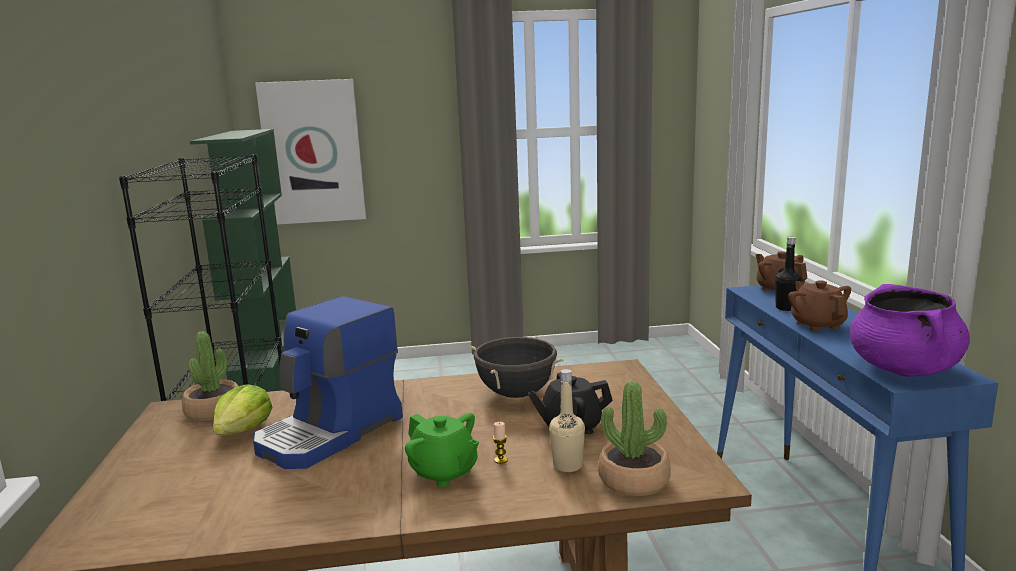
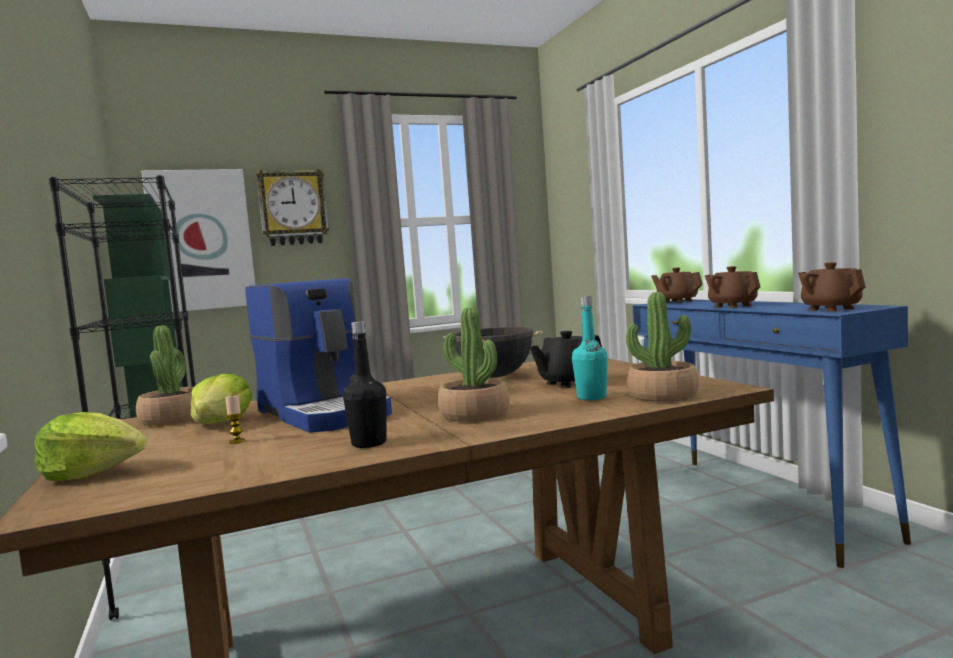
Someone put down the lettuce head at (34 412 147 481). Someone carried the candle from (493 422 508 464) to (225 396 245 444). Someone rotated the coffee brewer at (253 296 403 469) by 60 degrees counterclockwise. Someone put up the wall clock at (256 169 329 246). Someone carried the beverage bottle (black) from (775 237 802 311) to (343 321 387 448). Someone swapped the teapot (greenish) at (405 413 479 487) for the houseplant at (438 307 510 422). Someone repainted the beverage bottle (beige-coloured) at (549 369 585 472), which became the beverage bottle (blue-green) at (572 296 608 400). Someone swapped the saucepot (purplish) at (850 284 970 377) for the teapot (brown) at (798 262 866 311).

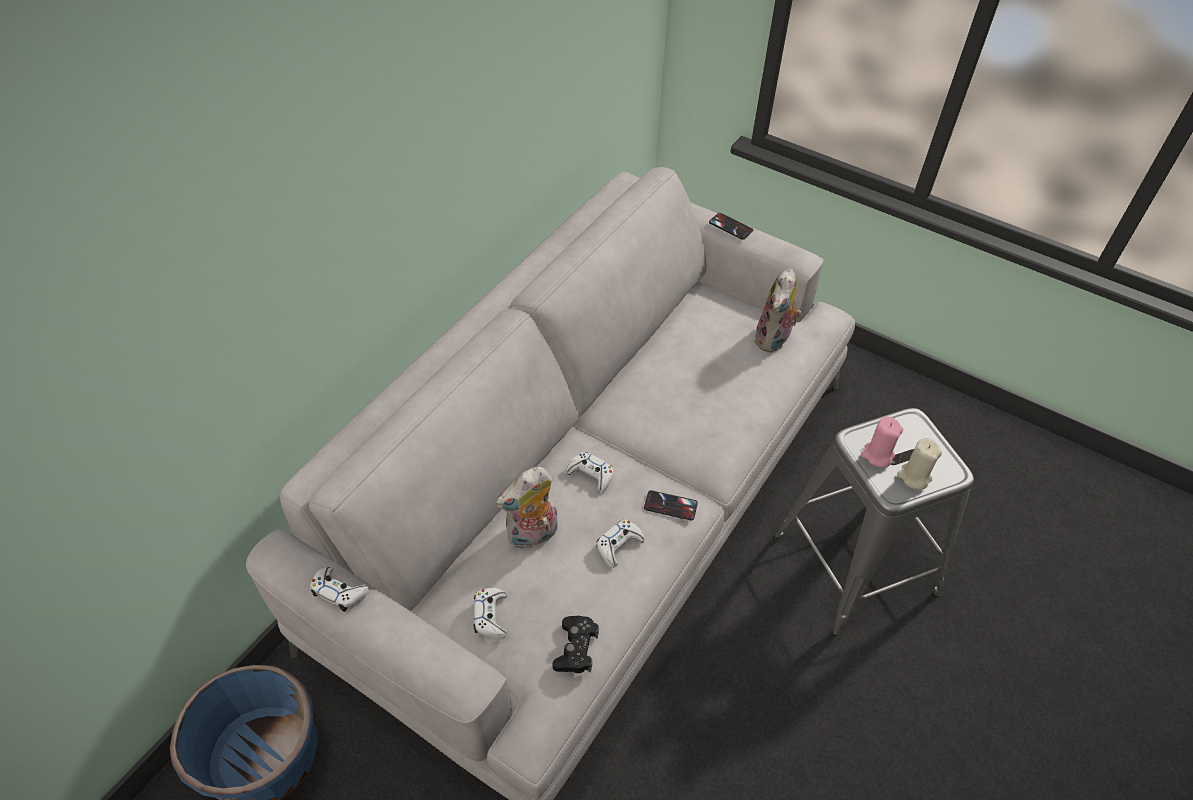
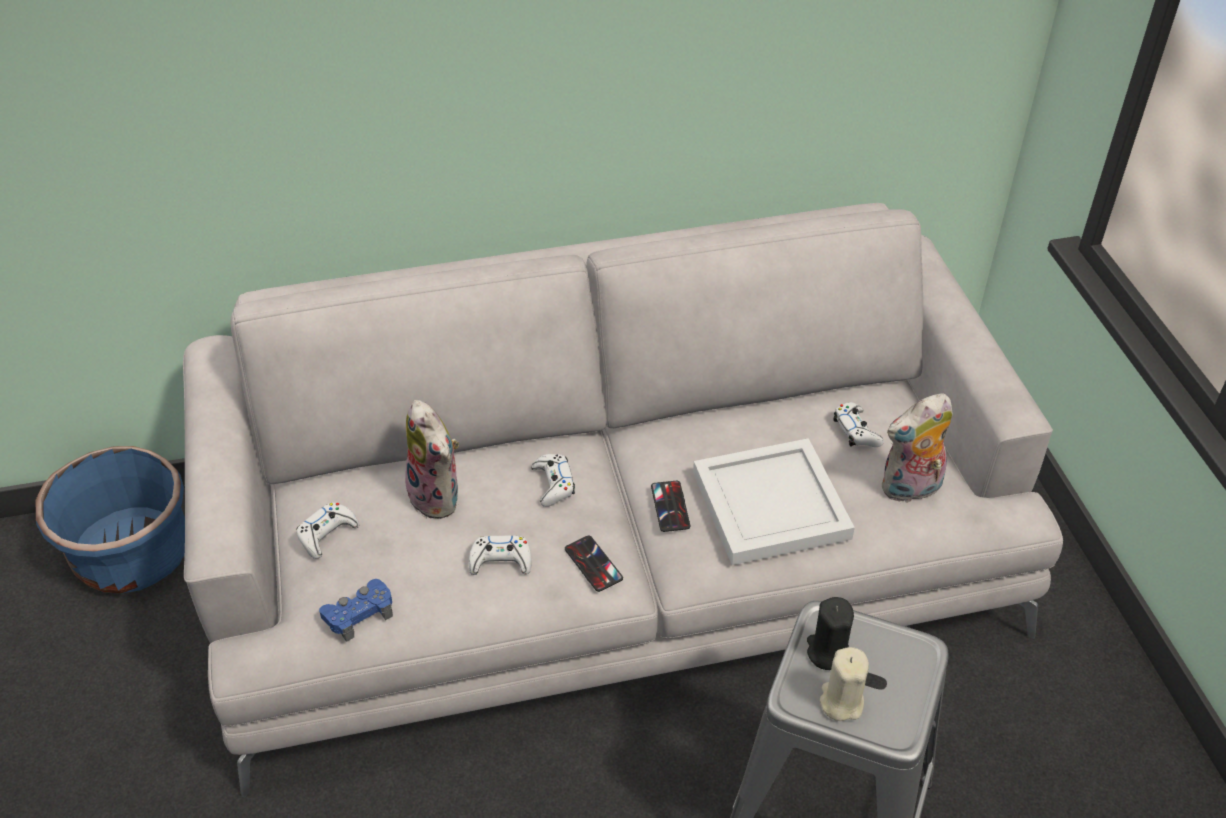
Someone repainted the game controller (black) at (553 616 599 673), which became the game controller (blue) at (319 579 393 642). Someone rotated the soft toy at (496 467 558 549) by 135 degrees counterclockwise. Someone carried the handset from (709 213 753 240) to (651 481 690 532). Someone put down the serving tray (whitish) at (693 438 855 565). Someone repainted the candle (pink-coloured) at (861 416 903 468), which became the candle (black) at (807 597 854 670). Someone carried the game controller (whitish) from (310 567 369 612) to (833 402 884 447).

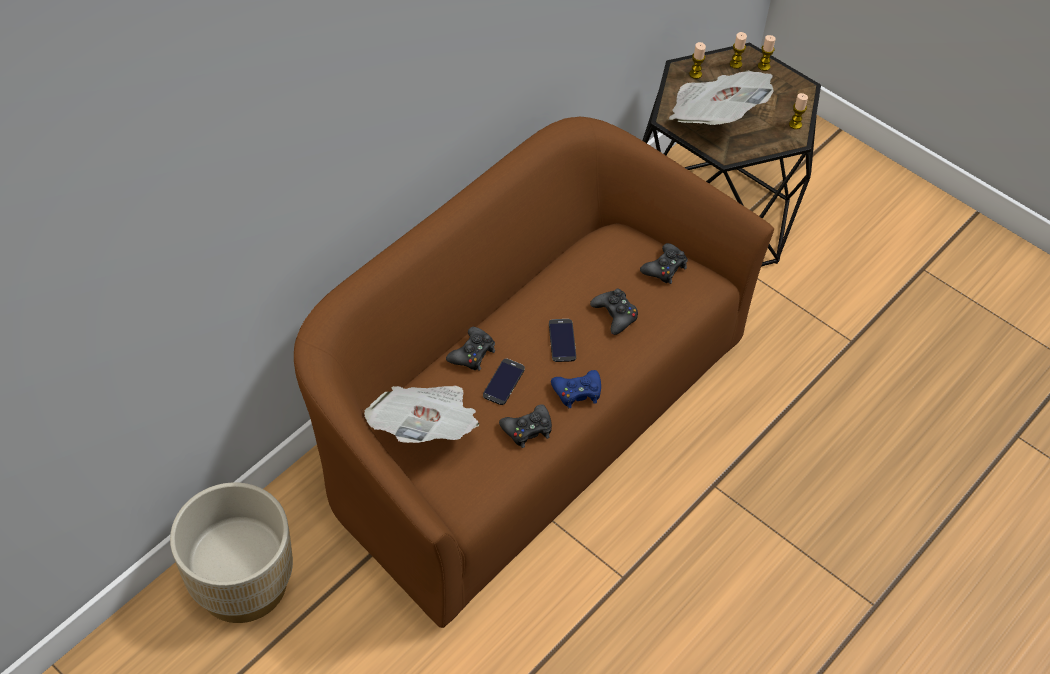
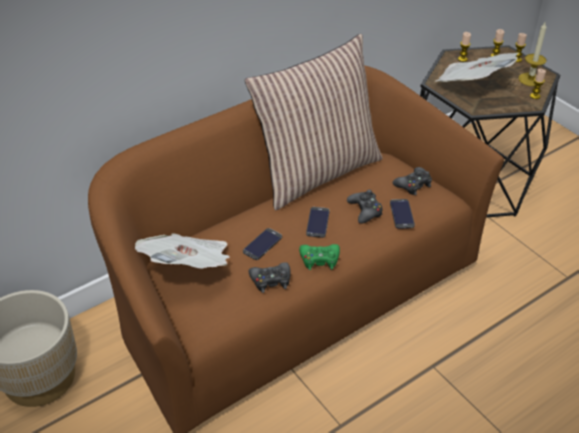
Someone put down the pillow at (245 34 383 210). Someone repainted the game controller (blue) at (551 370 601 408), which became the game controller (greenish) at (299 244 340 270). Someone put down the handset at (390 199 415 229). Someone put down the candle at (519 22 546 87). Someone took away the game controller (black) at (446 327 495 371).

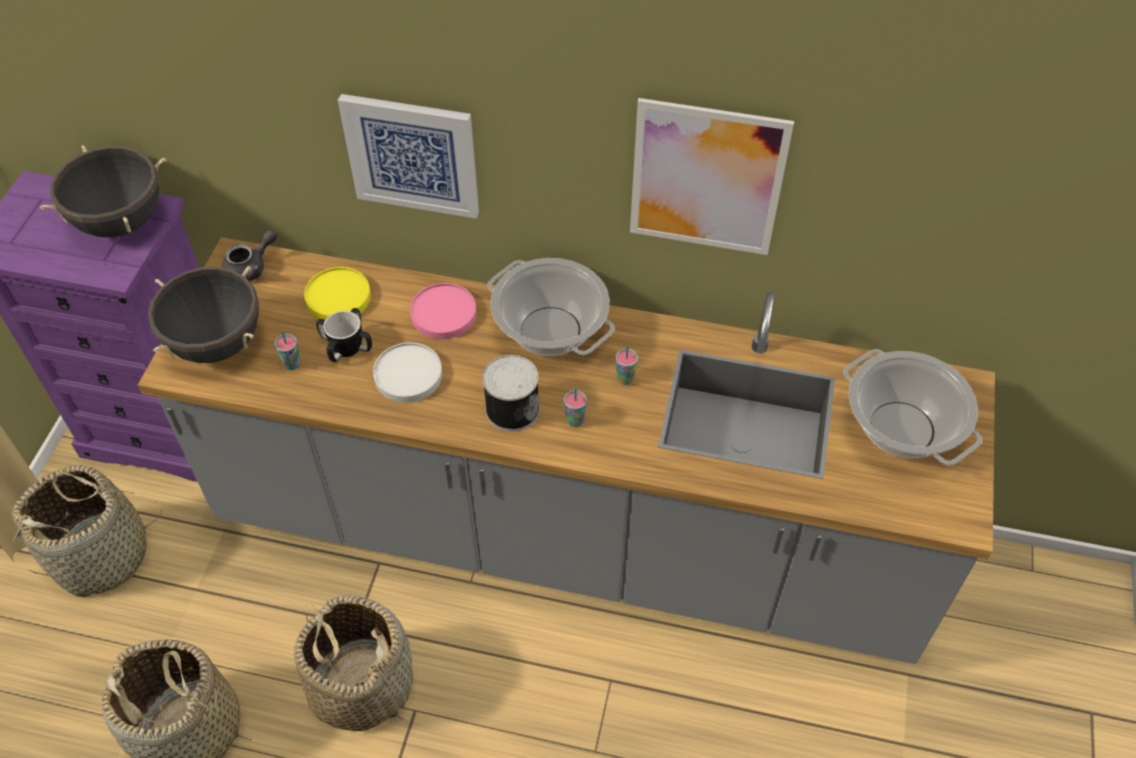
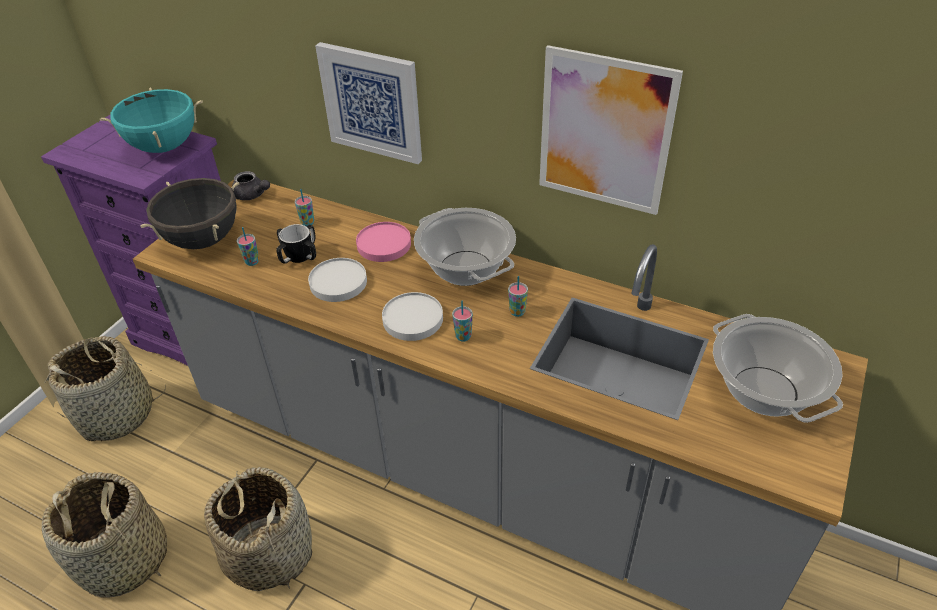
Someone repainted the saucepot (black) at (40 145 166 237), which became the saucepot (blue-green) at (100 88 203 153). Someone rotated the teapot (greyish) at (222 229 277 282) by 60 degrees clockwise. Someone swapped the dinner plate (yellow) at (304 267 371 320) for the cup at (295 189 314 226). Someone swapped the metal can at (483 355 540 432) for the dinner plate (whitish) at (382 292 443 341).

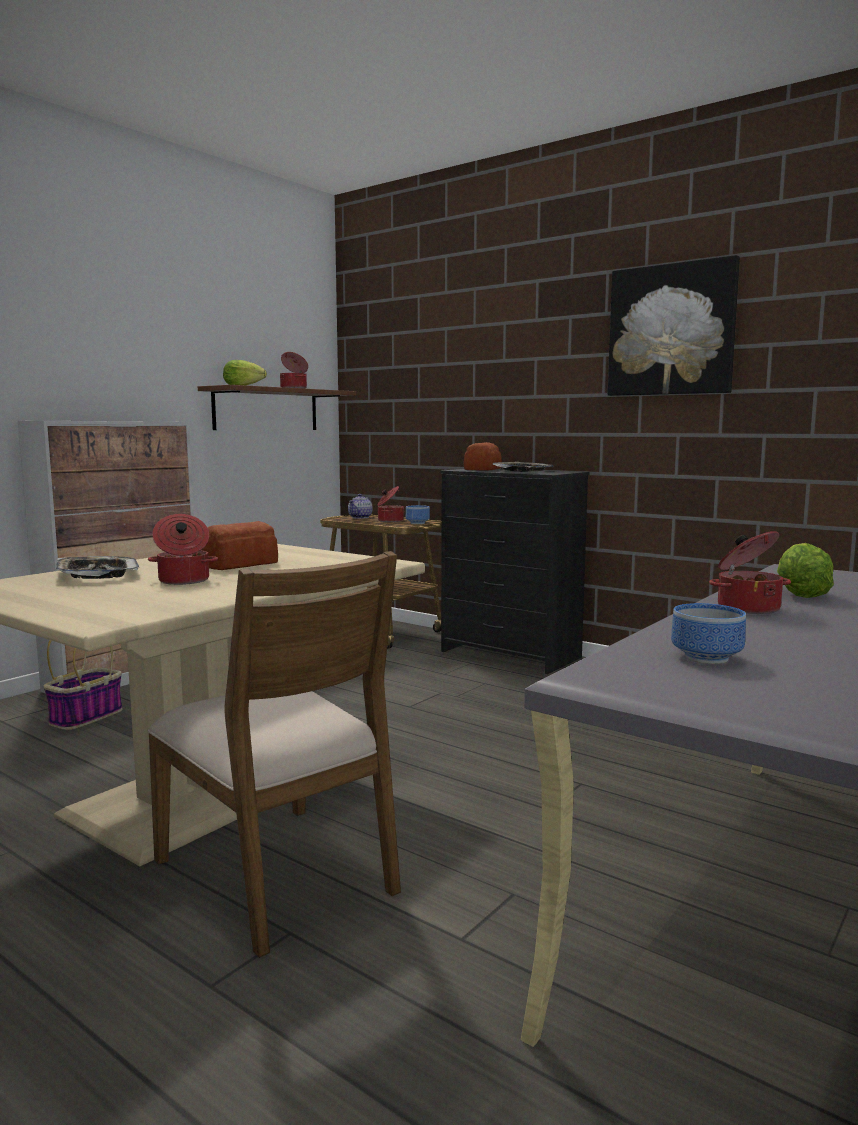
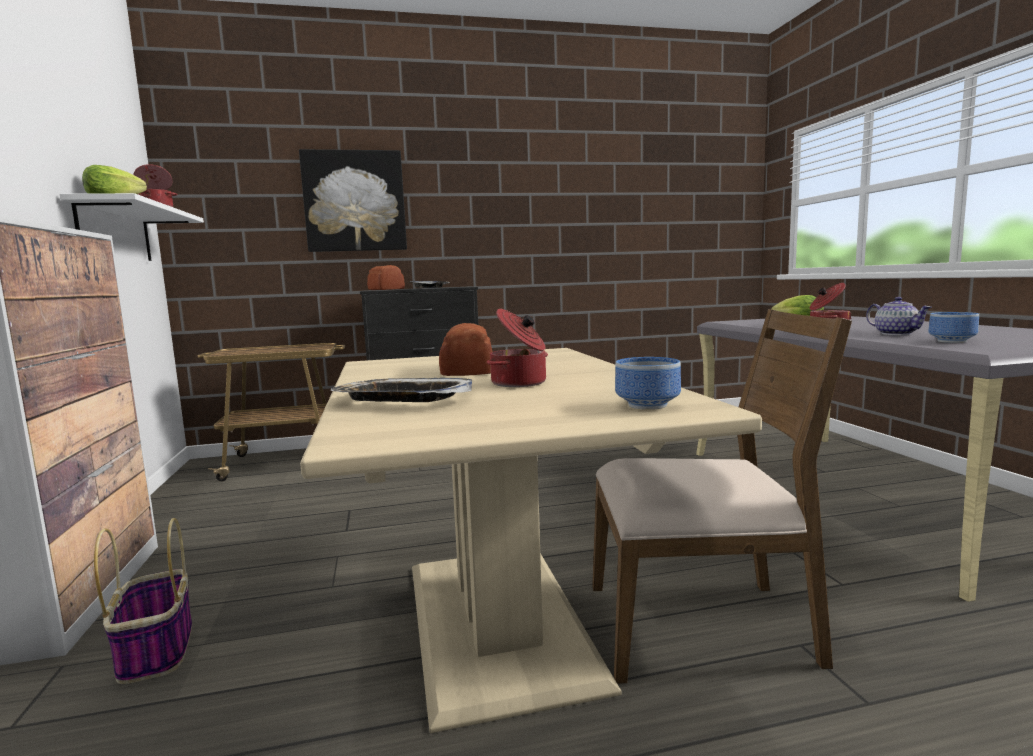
Someone repainted the shelf (brown) at (198 385 356 430), which became the shelf (whitish) at (60 193 204 261). Someone carried the wall art from (608 255 740 396) to (299 149 407 252). Someone carried the bowl from (406 505 430 524) to (615 357 681 410). Someone carried the teapot from (348 494 373 519) to (866 297 932 335). Someone took away the saucepot at (378 486 405 522).

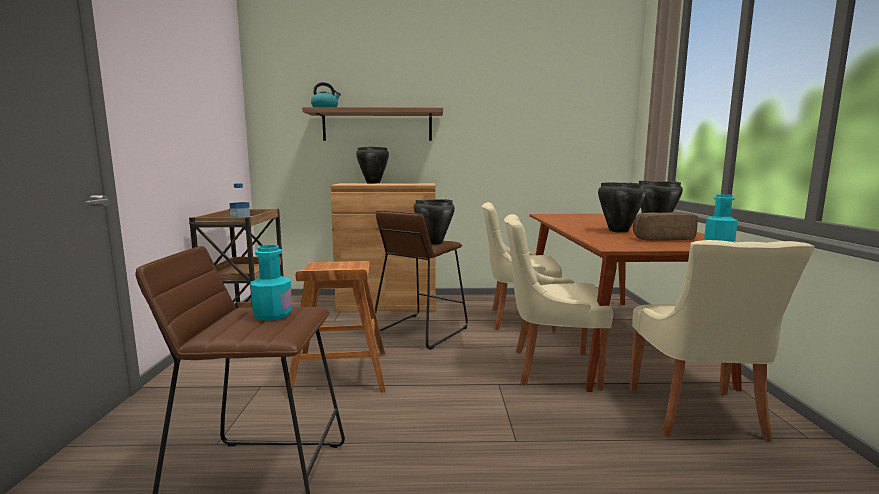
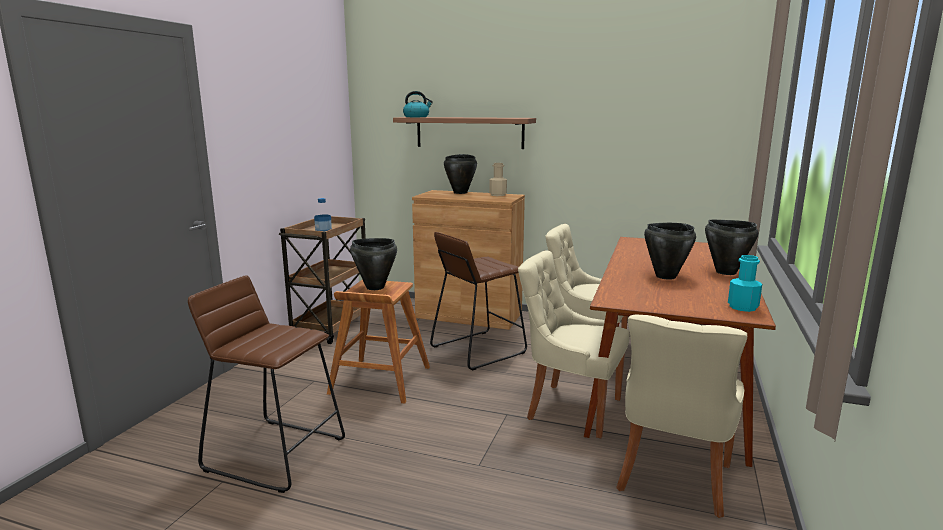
Someone carried the saucepot (black) from (414 199 455 245) to (350 238 397 290). Someone put down the beverage bottle (beige-coloured) at (489 163 507 196). Someone took away the beverage bottle (blue-green) at (250 245 292 321). Someone took away the bakery bread at (633 212 698 241).

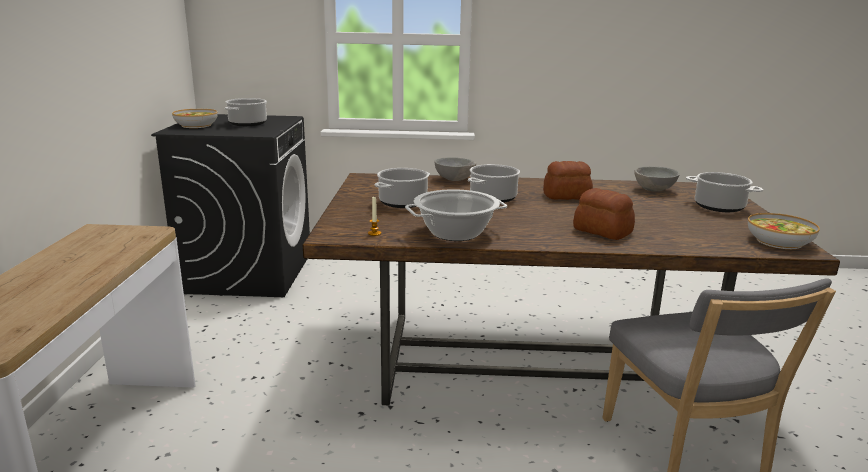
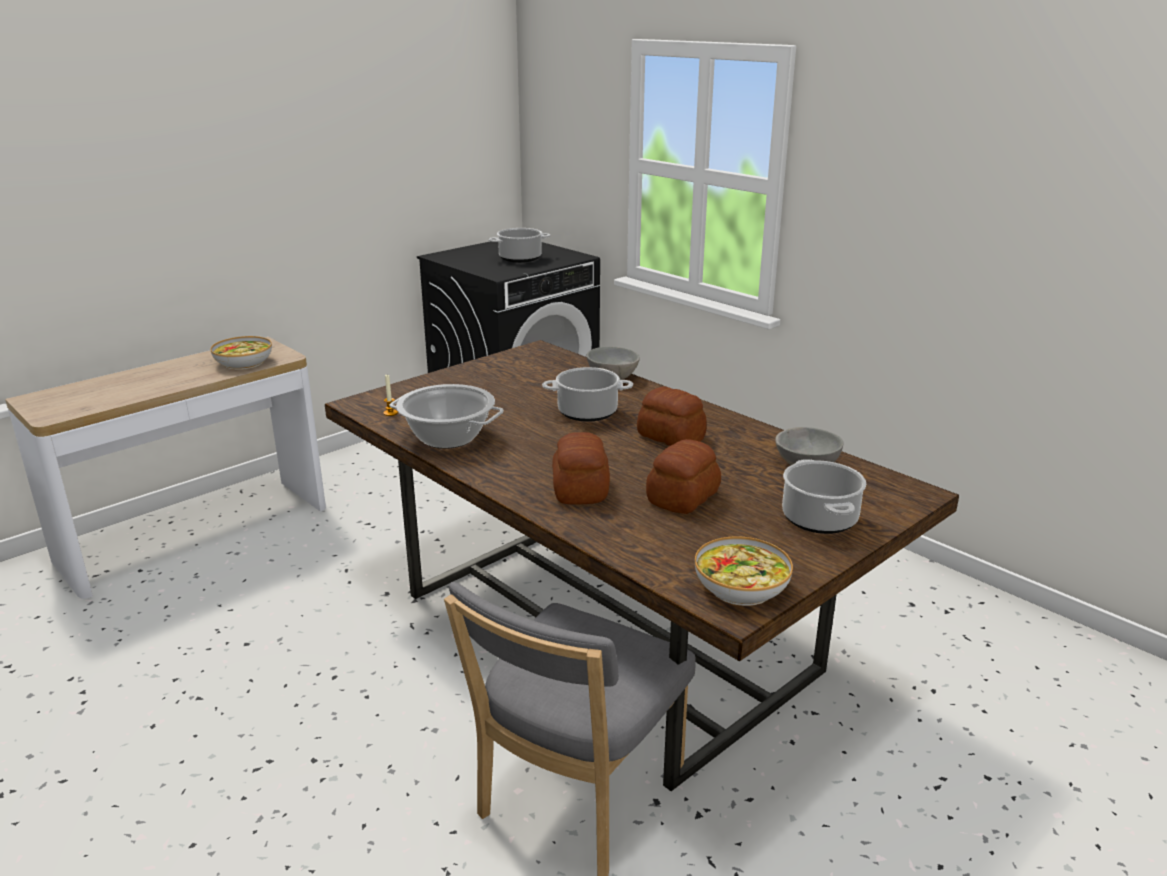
Someone carried the bowl from (172 109 218 128) to (210 336 272 370). Someone put down the bakery bread at (646 439 721 514). Someone took away the saucepot at (375 168 430 208).

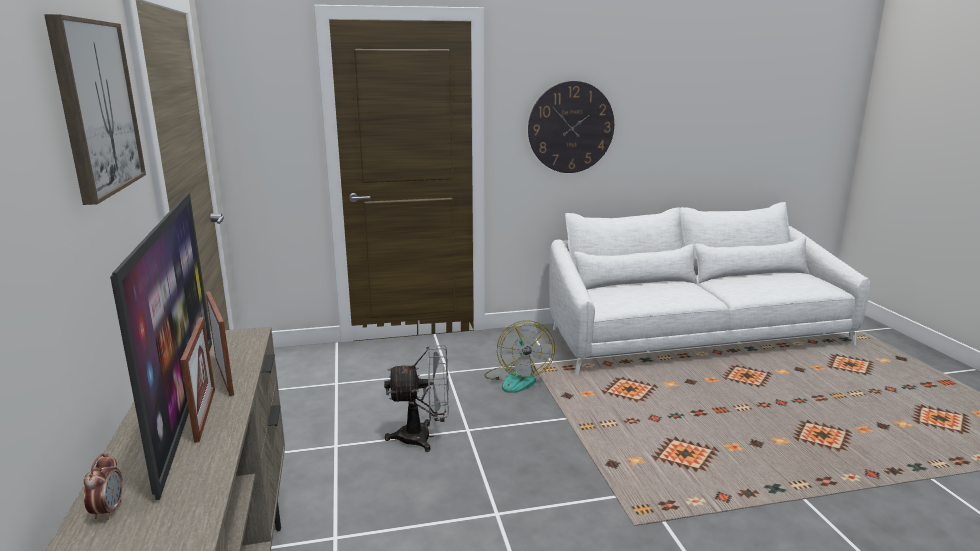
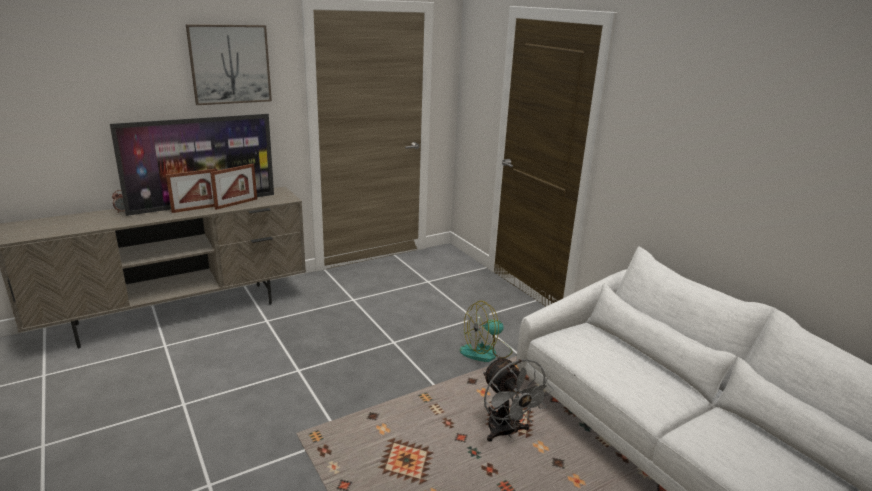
Someone carried the fan (greyish) from (384 345 449 452) to (483 356 554 442). Someone took away the wall clock at (528 81 614 173).

